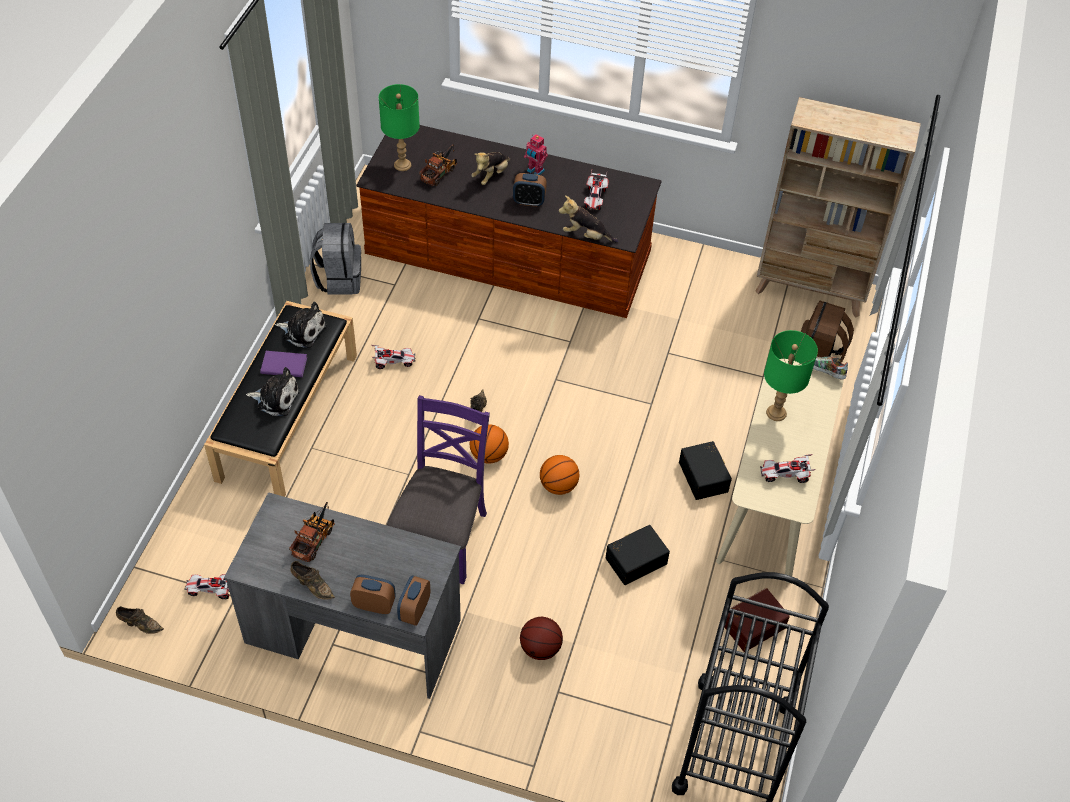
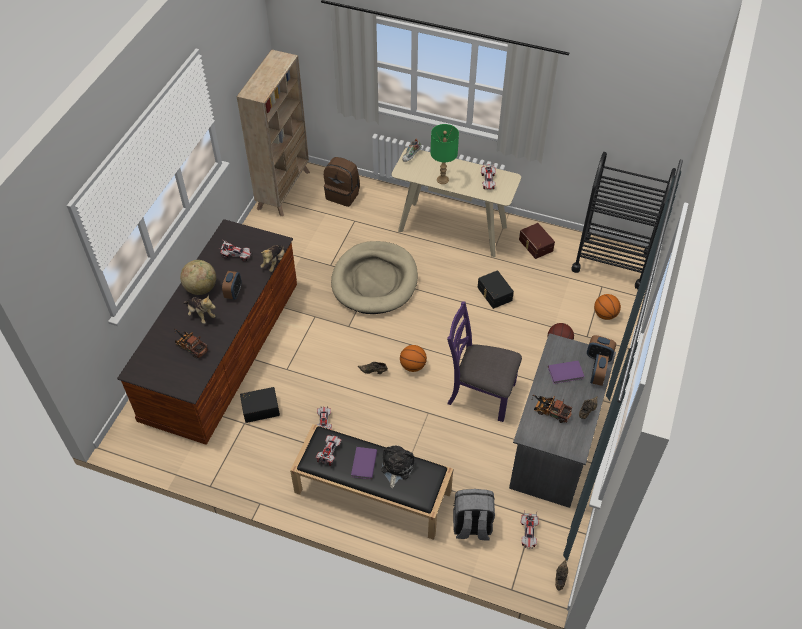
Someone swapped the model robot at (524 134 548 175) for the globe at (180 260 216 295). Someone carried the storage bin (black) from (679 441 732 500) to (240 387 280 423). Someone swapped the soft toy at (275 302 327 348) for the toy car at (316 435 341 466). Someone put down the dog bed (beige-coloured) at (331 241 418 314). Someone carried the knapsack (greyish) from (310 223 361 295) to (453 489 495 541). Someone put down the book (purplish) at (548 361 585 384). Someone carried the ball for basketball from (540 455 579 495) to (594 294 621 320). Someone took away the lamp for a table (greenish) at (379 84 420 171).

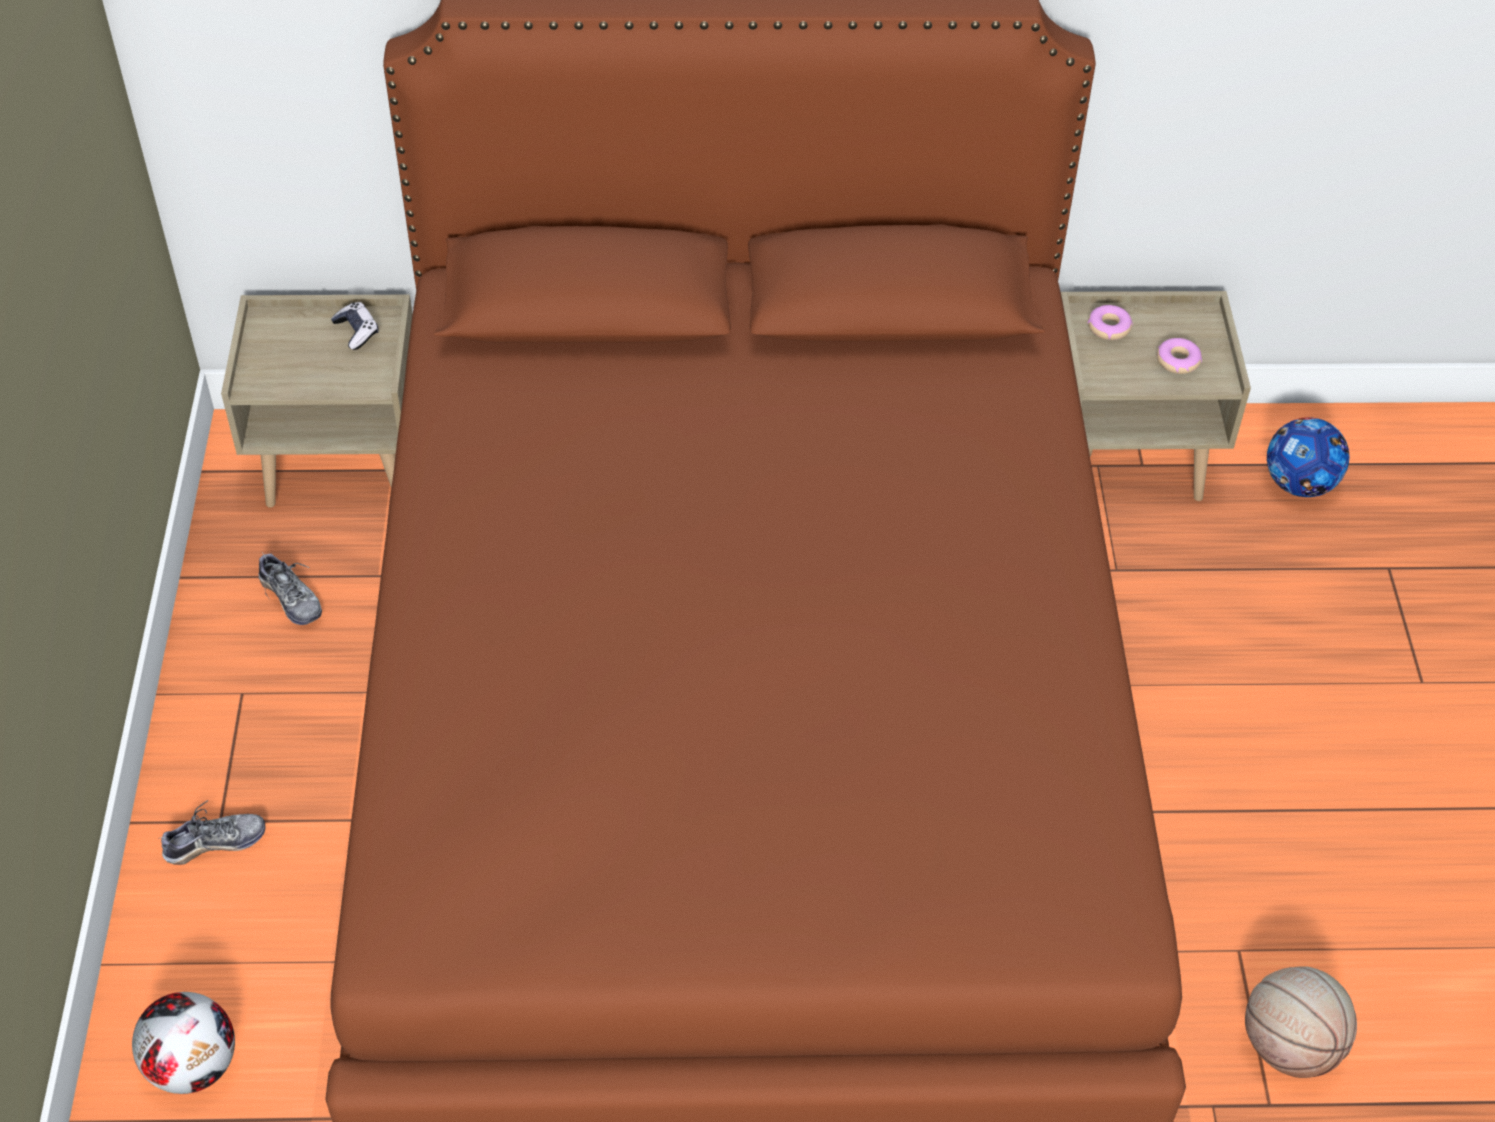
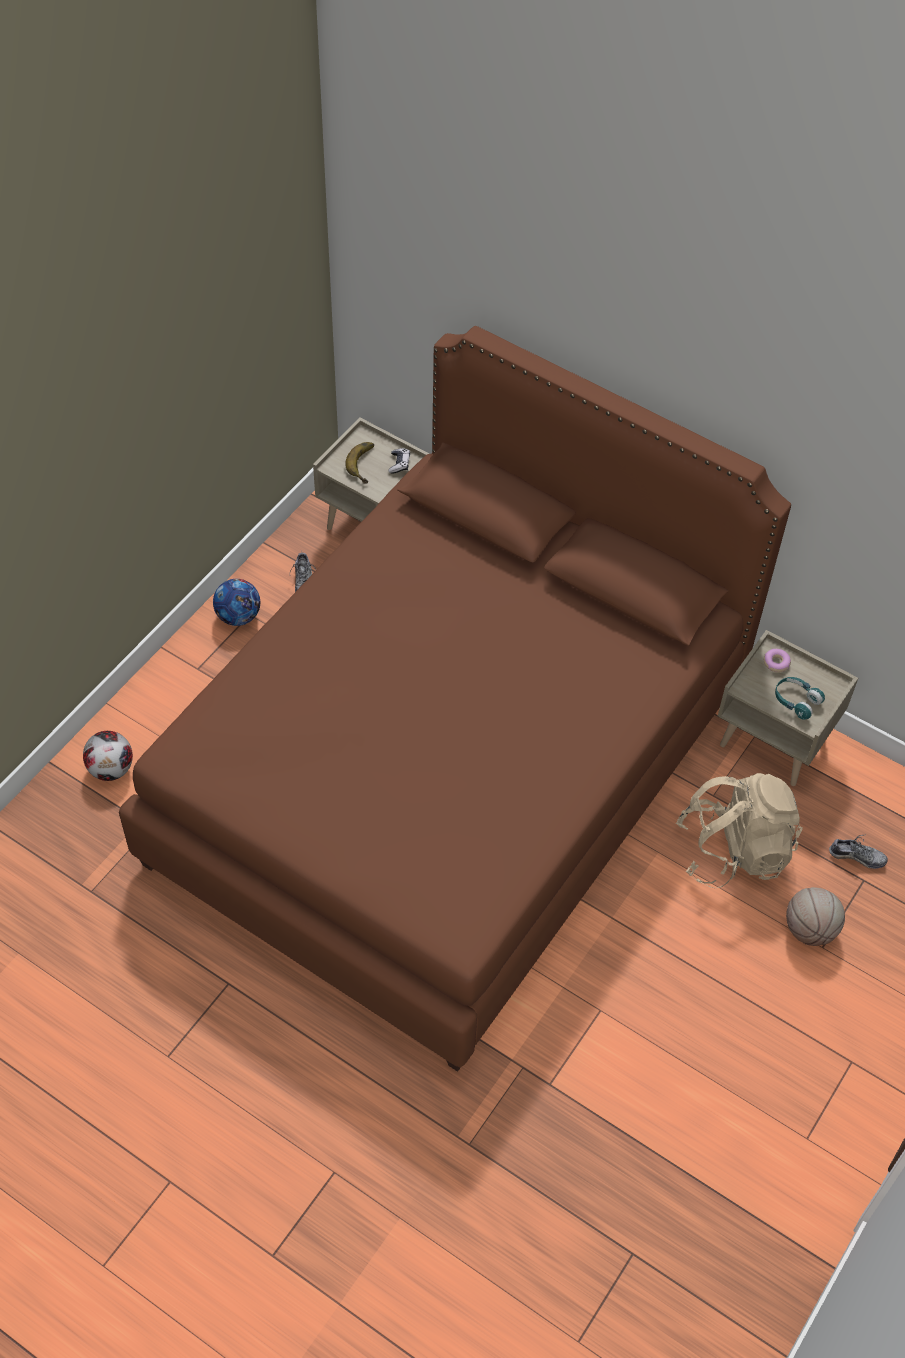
Someone carried the football ball from (1267 417 1349 497) to (213 579 260 626). Someone put down the banana at (345 442 374 484). Someone put down the knapsack (beige-coloured) at (676 773 803 888). Someone swapped the donut at (1157 338 1202 374) for the headphones (blue-green) at (775 677 825 720). Someone carried the ball for basketball from (1245 966 1357 1078) to (786 887 845 946). Someone carried the shoe from (158 800 266 865) to (829 835 888 869).

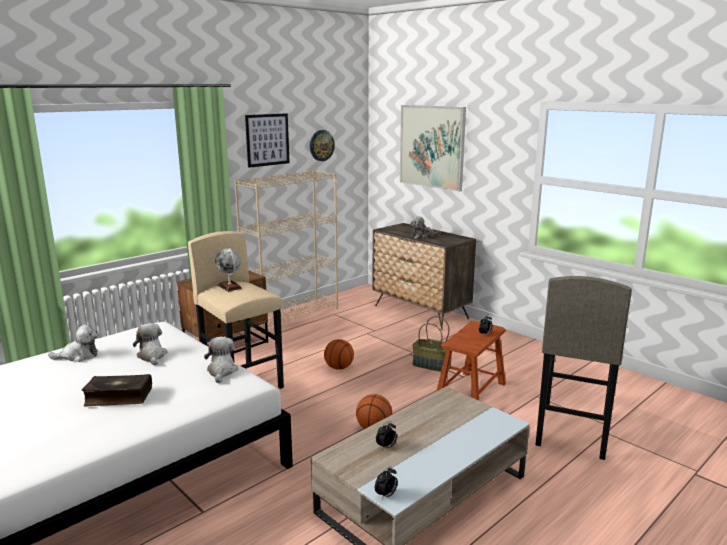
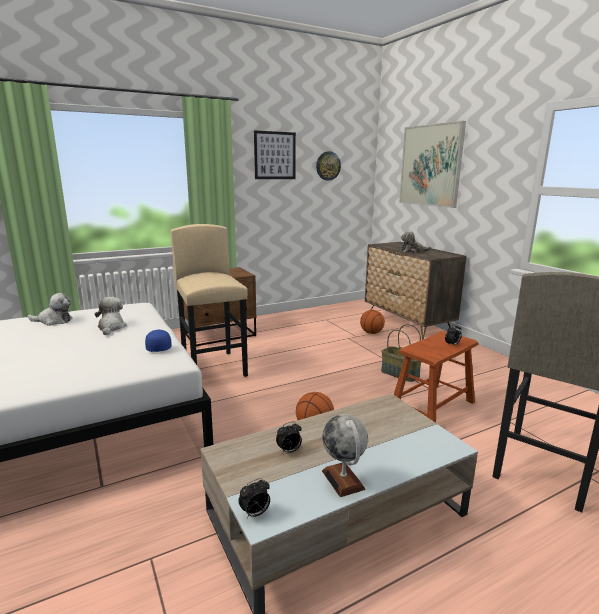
Someone swapped the soft toy at (204 337 238 383) for the peaked cap (blue) at (145 330 172 352). Someone carried the globe from (215 248 242 292) to (322 414 368 497). Someone carried the ball for basketball from (324 339 354 370) to (360 310 385 334). Someone took away the book at (82 374 152 406). Someone took away the bookcase (beige-coloured) at (234 170 338 329).

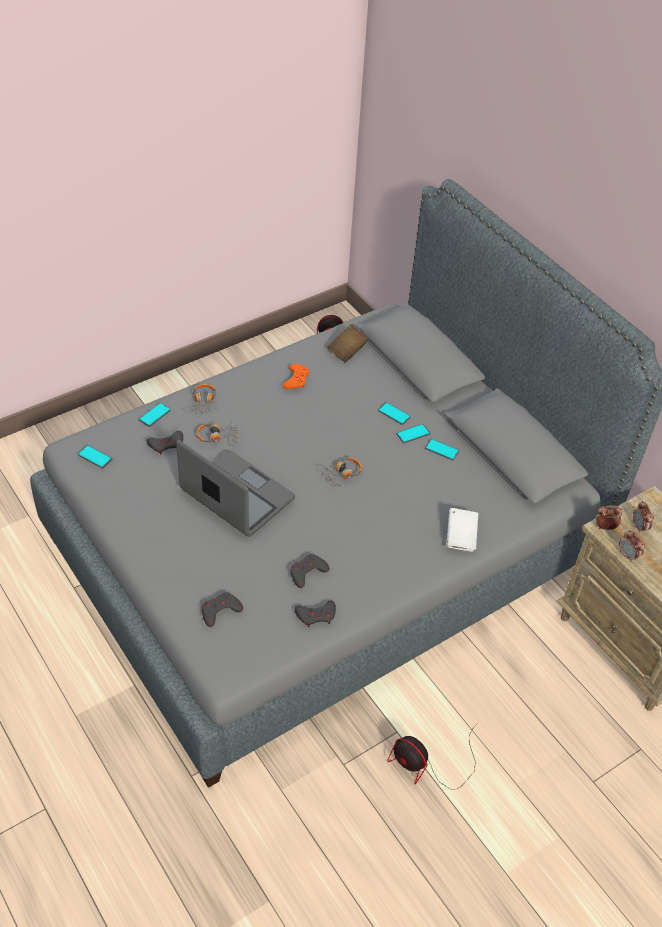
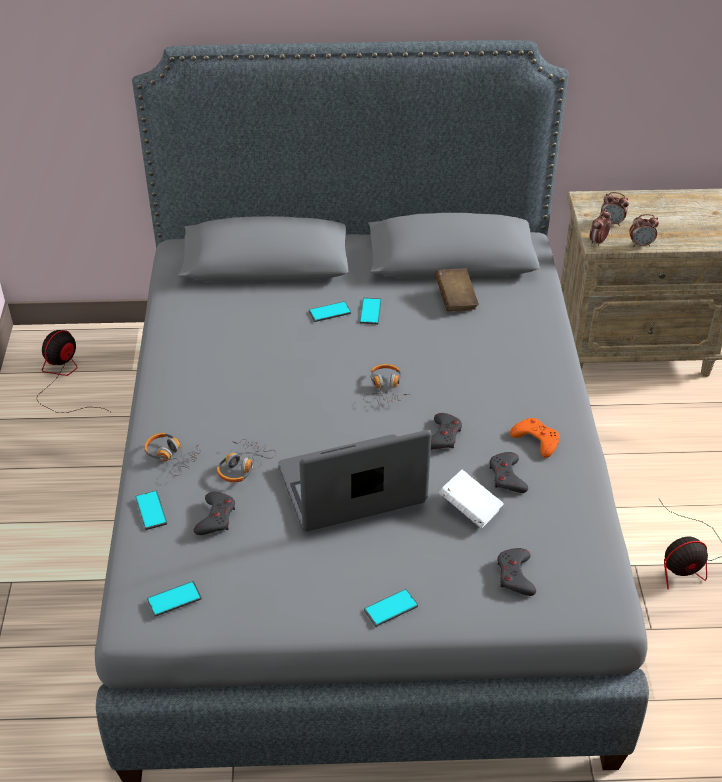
Someone carried the handset from (425 439 459 460) to (364 589 418 627). Someone carried the game controller (greyish) from (295 600 336 627) to (431 413 462 450). Someone carried the book (brown) from (327 324 369 363) to (435 268 479 311). Someone carried the book (whitish) from (446 508 478 551) to (439 470 504 528). Someone carried the game controller (orangey) from (283 364 309 389) to (510 418 560 458).

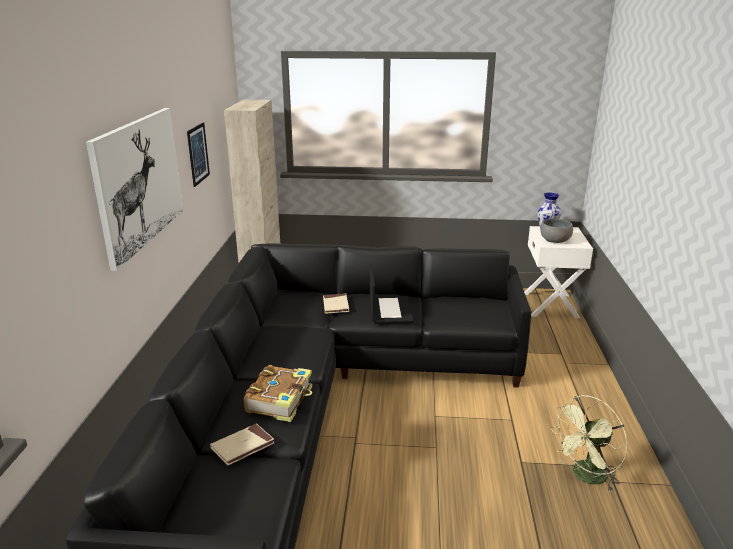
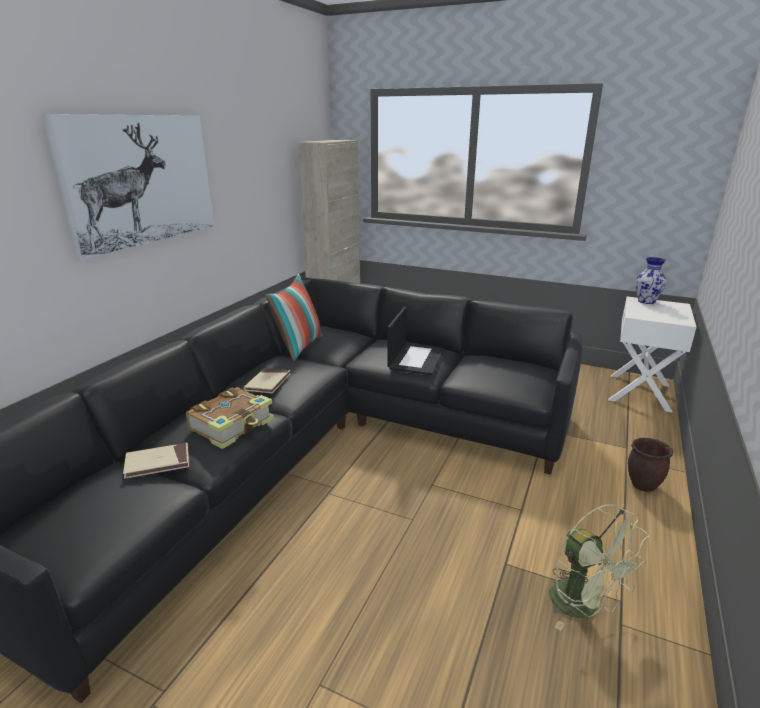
Someone carried the book (beige-coloured) from (323 293 349 314) to (244 368 290 393). Someone put down the pillow at (265 274 323 361). Someone rotated the fan (greenish) at (550 395 628 492) by 105 degrees counterclockwise. Someone put down the plant pot (brown) at (628 438 673 492). Someone took away the wall art at (187 122 210 187). Someone took away the bowl (greyish) at (540 219 573 243).

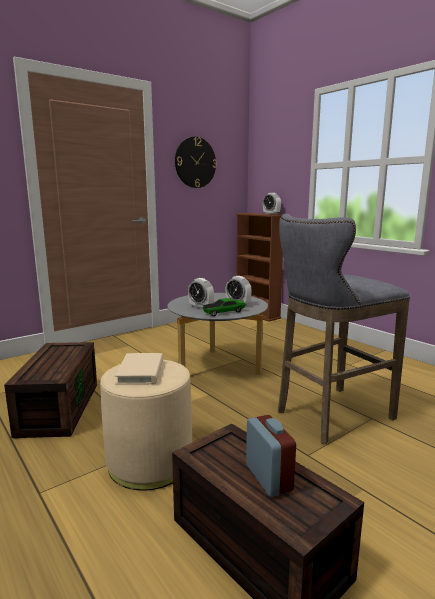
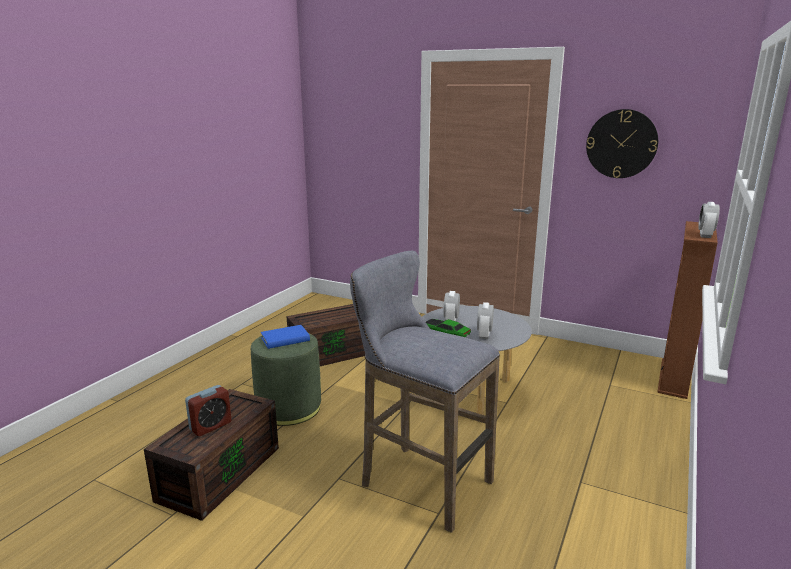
Someone repainted the pouffe (beige-coloured) at (100 360 192 491), which became the pouffe (greenish) at (251 333 321 426). Someone repainted the book (beige-coloured) at (115 353 163 385), which became the book (blue) at (261 325 310 349).

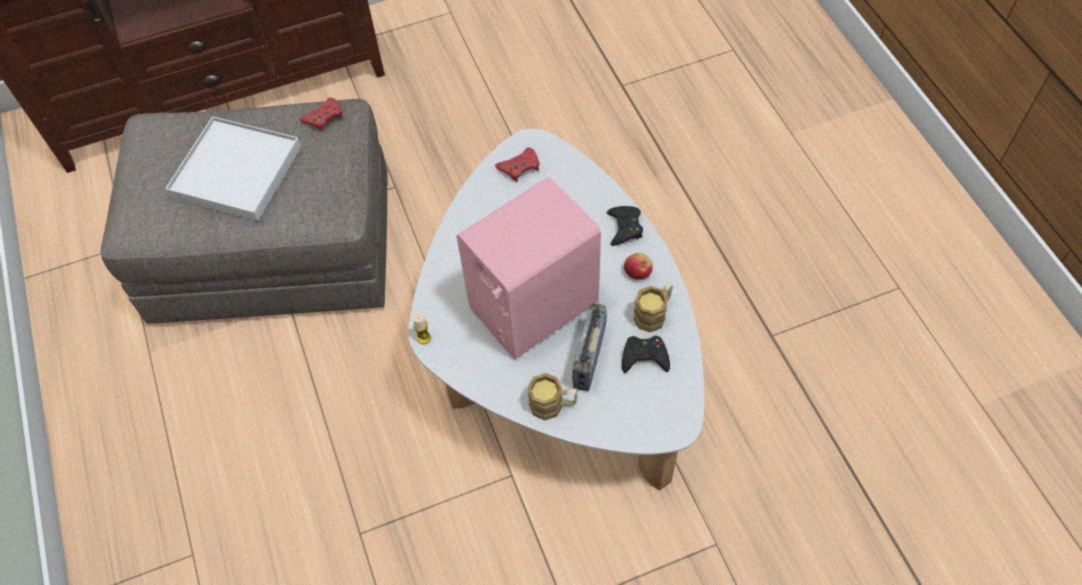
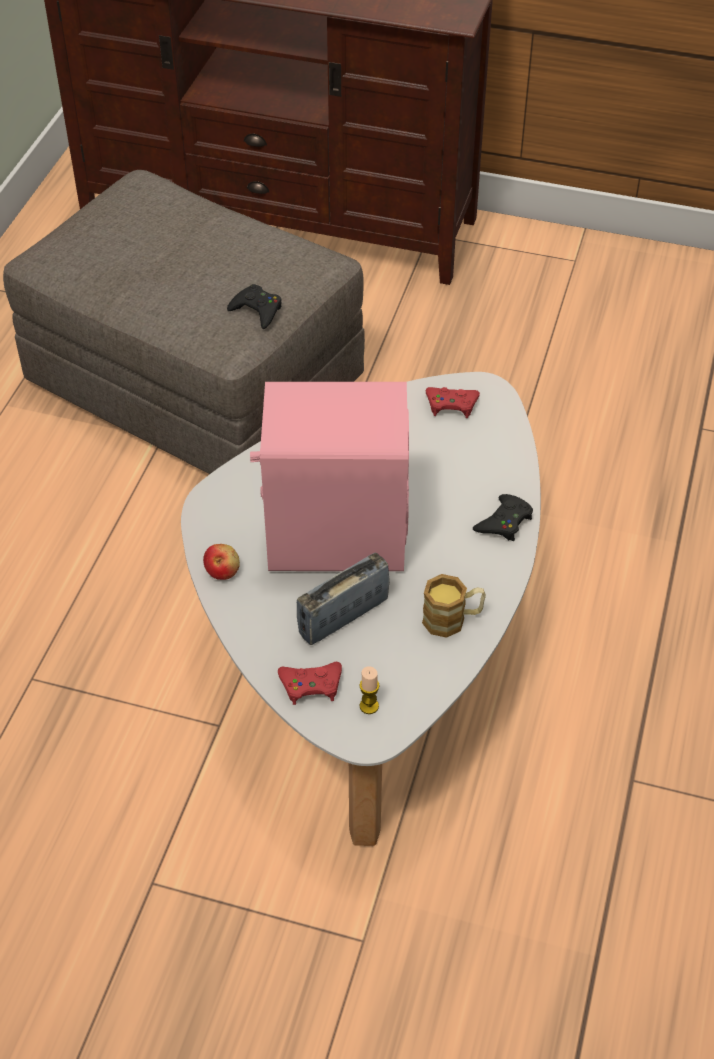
Someone carried the apple from (624 253 653 280) to (203 544 240 580). Someone carried the game controller (black) from (622 336 670 373) to (227 284 282 329). Someone carried the game controller (reddish) from (300 98 343 132) to (278 662 342 705). Someone carried the candle from (413 313 431 344) to (360 666 379 714). Someone took away the serving tray (whitish) at (165 116 301 221). Someone took away the mug at (528 373 578 420).

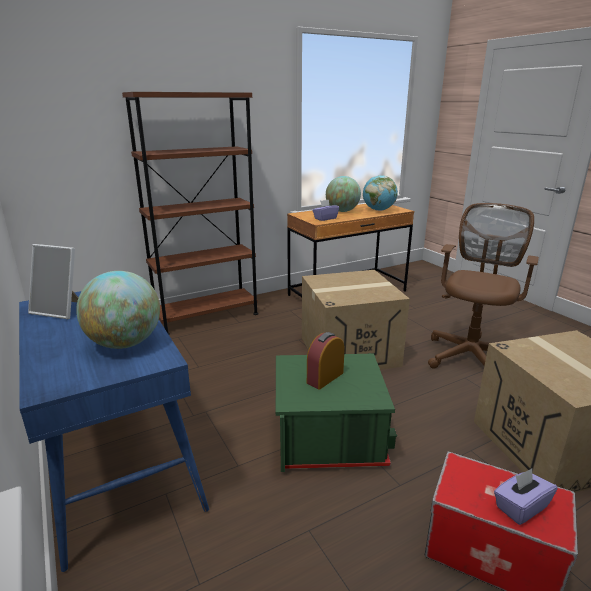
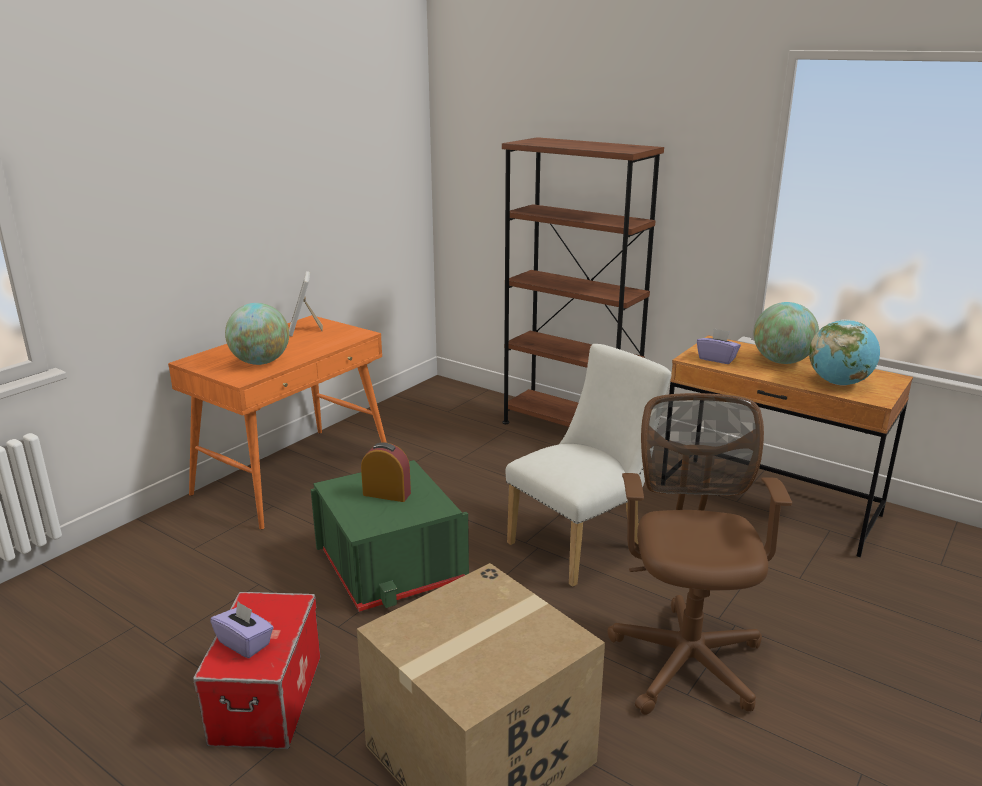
Someone repainted the desk unit (blue) at (19 291 209 572), which became the desk unit (orangey) at (168 315 387 530). Someone swapped the cardboard box at (302 270 410 370) for the chair (whitish) at (506 344 672 587). Someone rotated the computer chair (brown) at (428 203 539 369) by 90 degrees counterclockwise.

